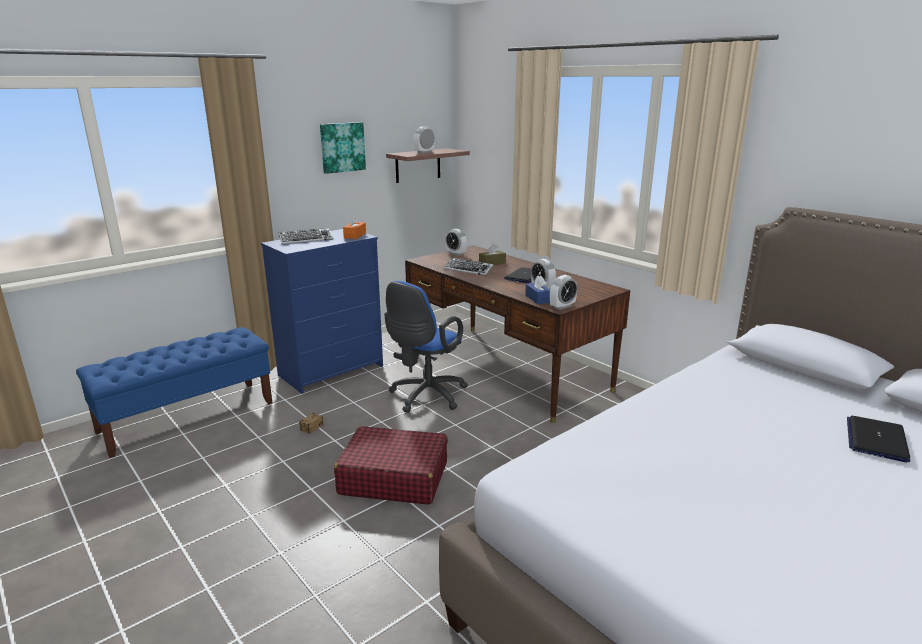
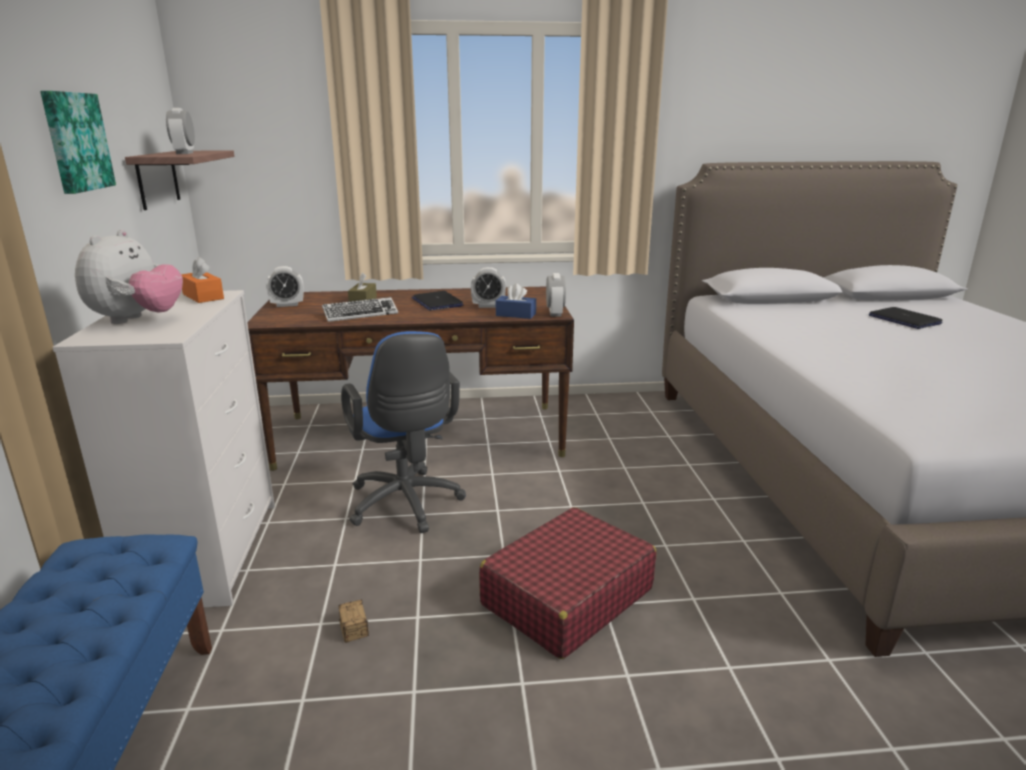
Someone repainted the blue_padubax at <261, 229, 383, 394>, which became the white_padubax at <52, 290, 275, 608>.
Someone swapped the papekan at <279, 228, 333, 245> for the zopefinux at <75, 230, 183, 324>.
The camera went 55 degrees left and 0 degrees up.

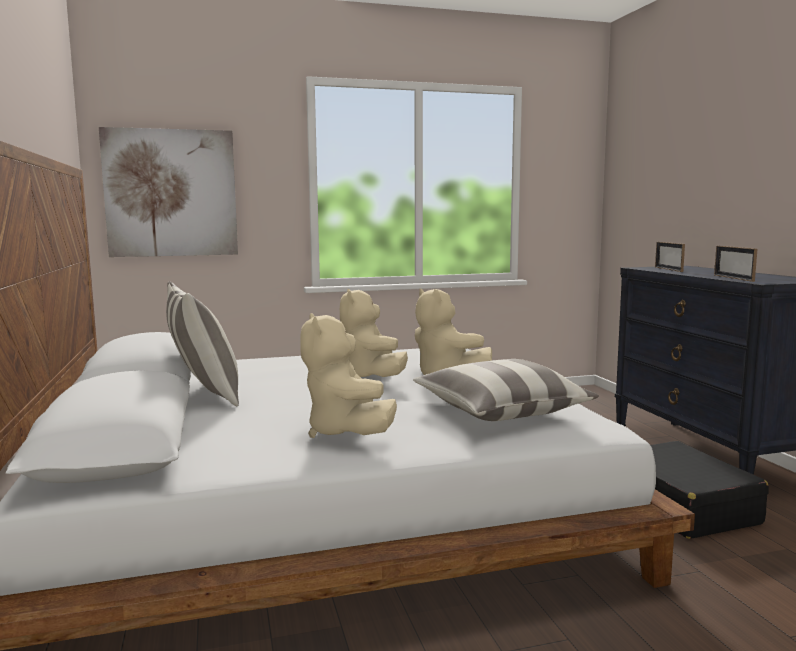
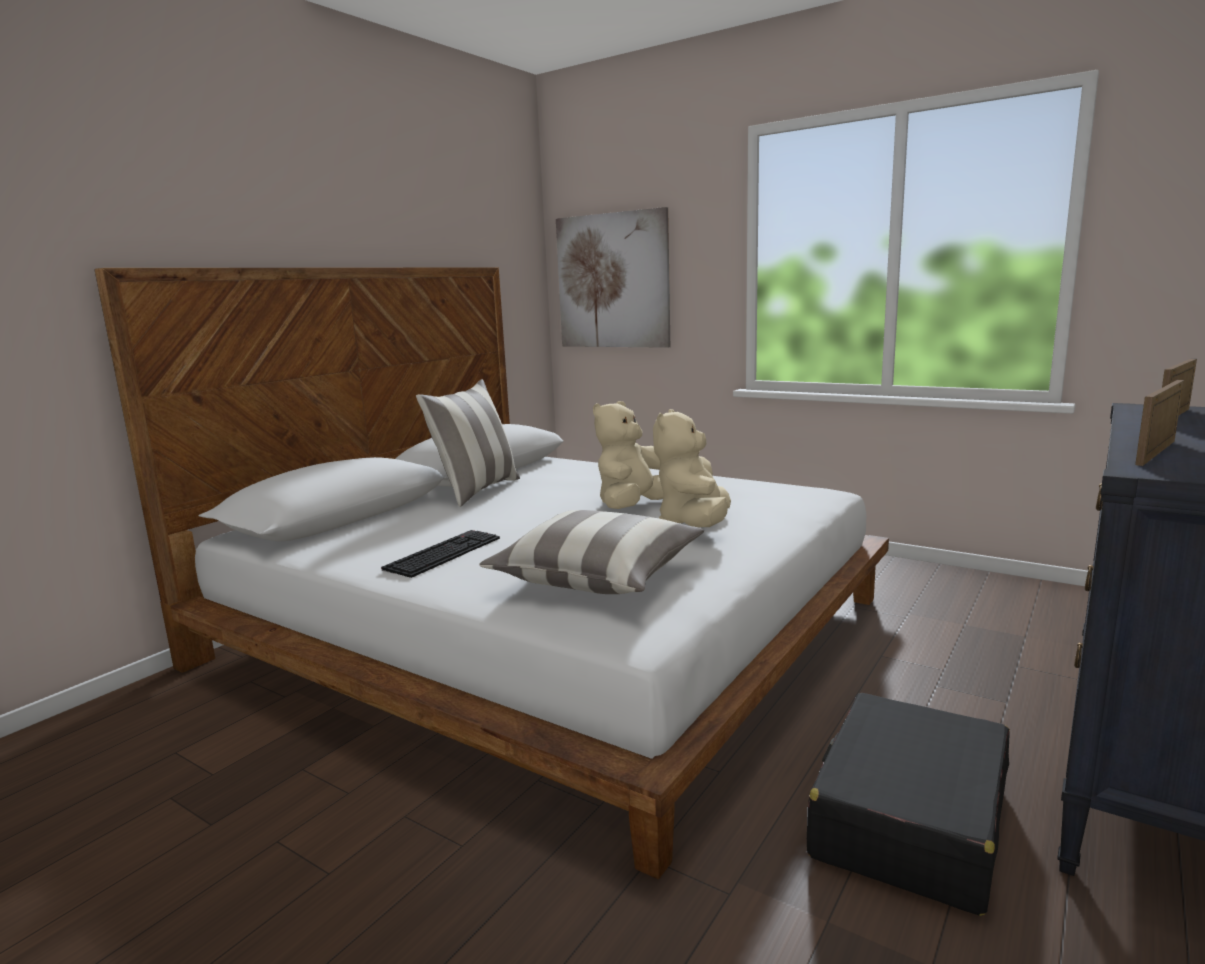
Someone swapped the beige_zopefinux at <300, 313, 397, 438> for the papekan at <381, 530, 500, 578>.
The camera went 50 degrees right and 5 degrees up.

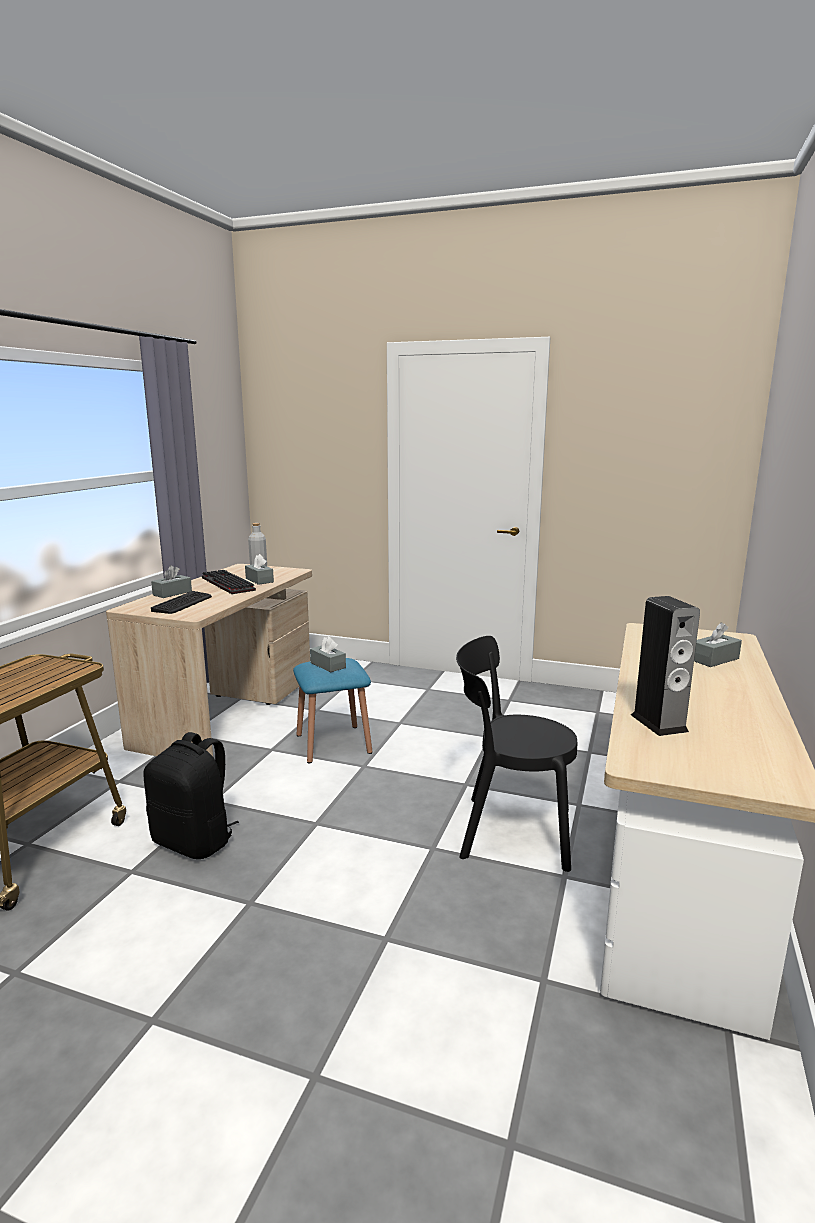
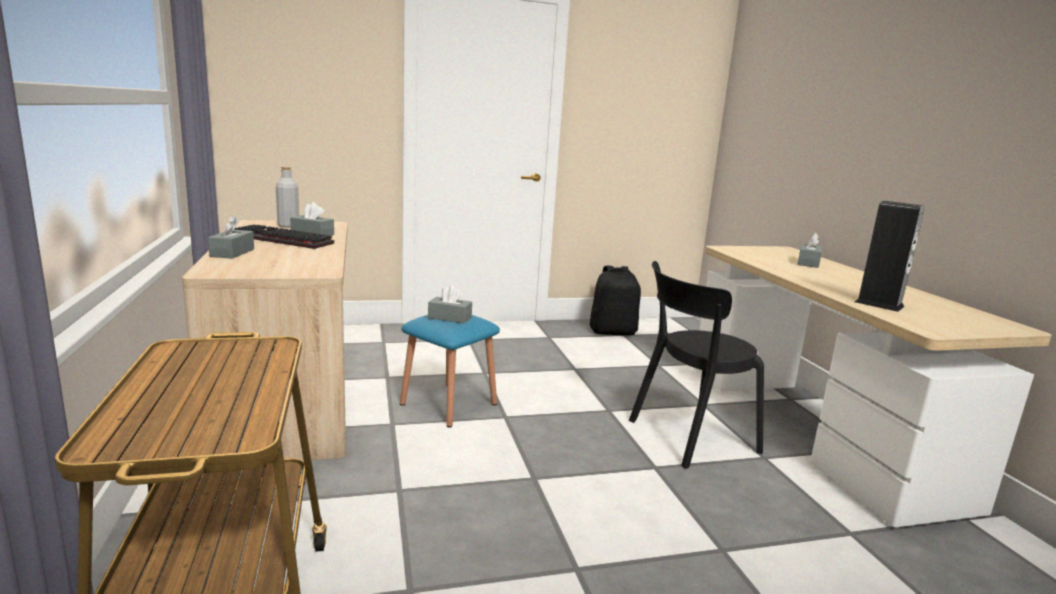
Someone carried the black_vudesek from <143, 732, 239, 859> to <590, 266, 641, 335>.
Someone took away the papekan at <151, 591, 212, 614>.
The camera went 35 degrees left and 0 degrees up.

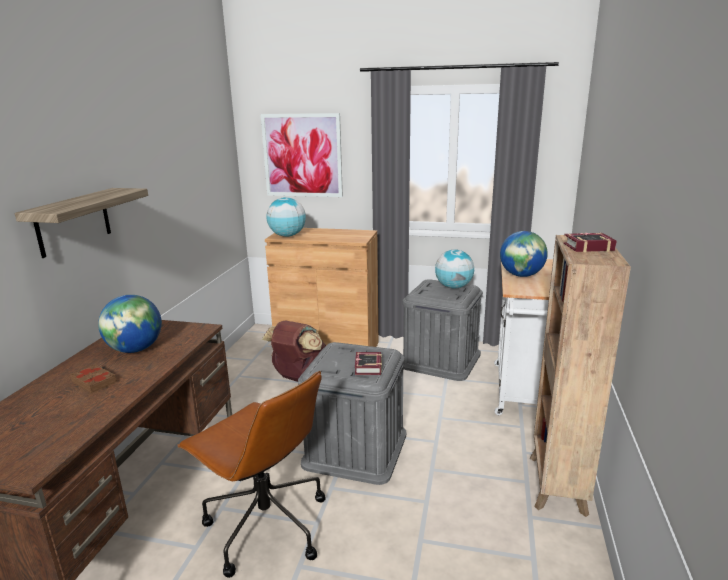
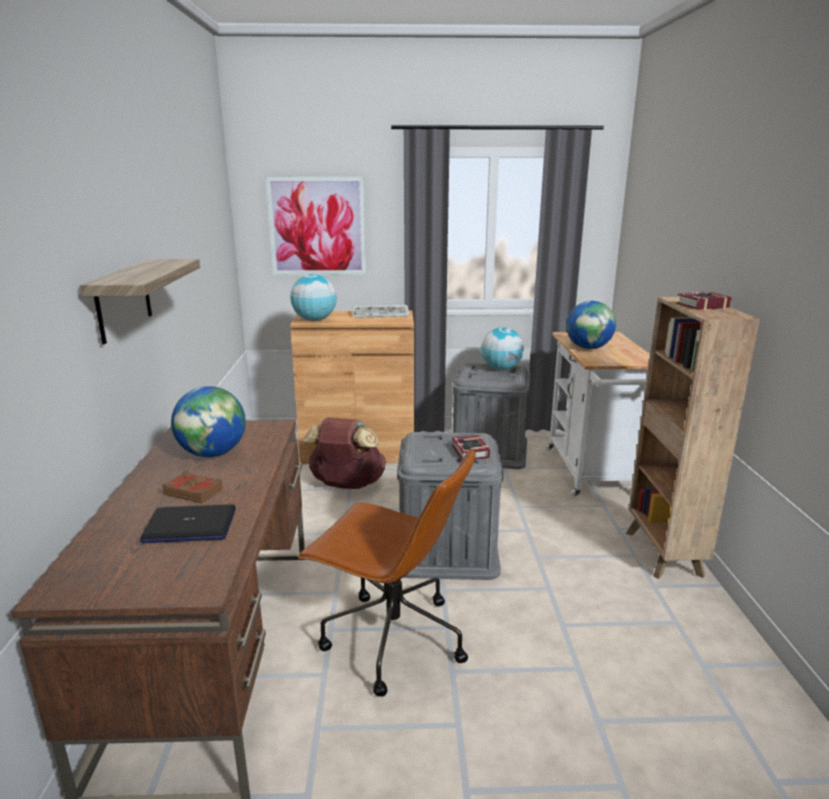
Someone put down the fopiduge at <140, 505, 236, 543>.
Someone put down the papekan at <353, 305, 409, 318>.
The camera went 15 degrees left and 0 degrees up.

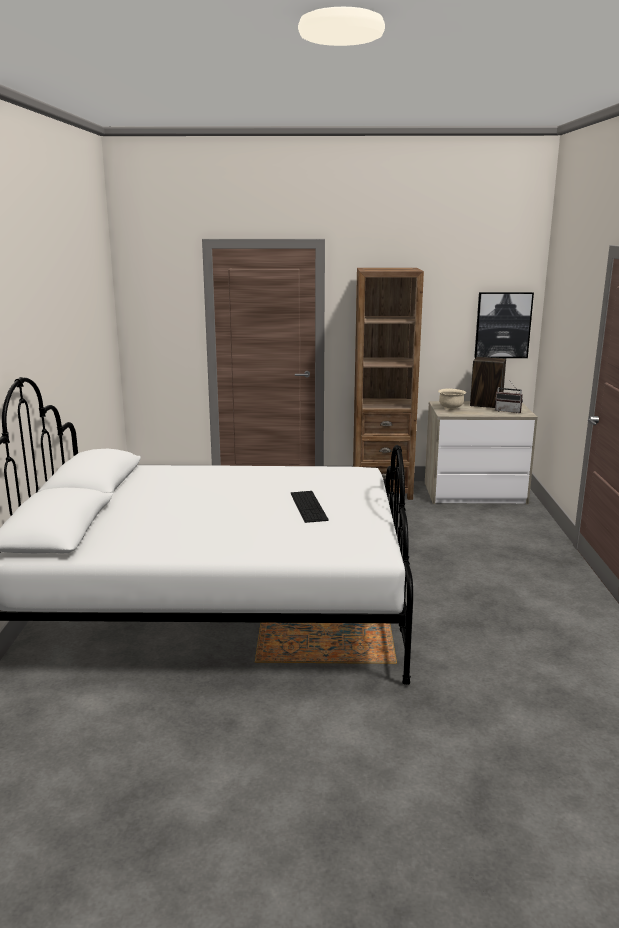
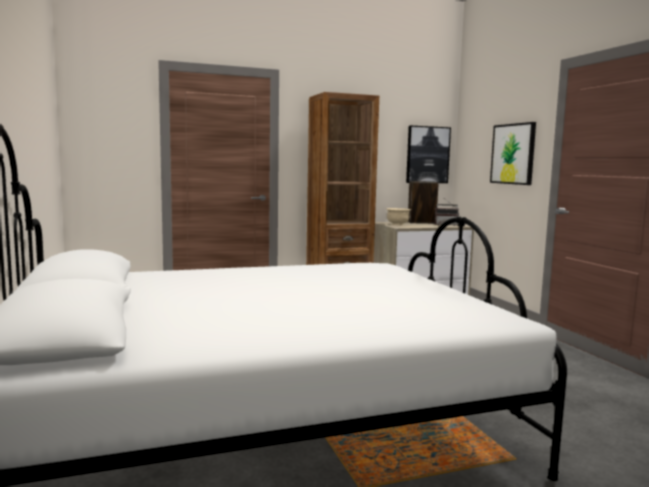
Someone put up the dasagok at <490, 122, 536, 185>.
Someone took away the papekan at <291, 491, 329, 523>.
The camera went 20 degrees left and 10 degrees down.

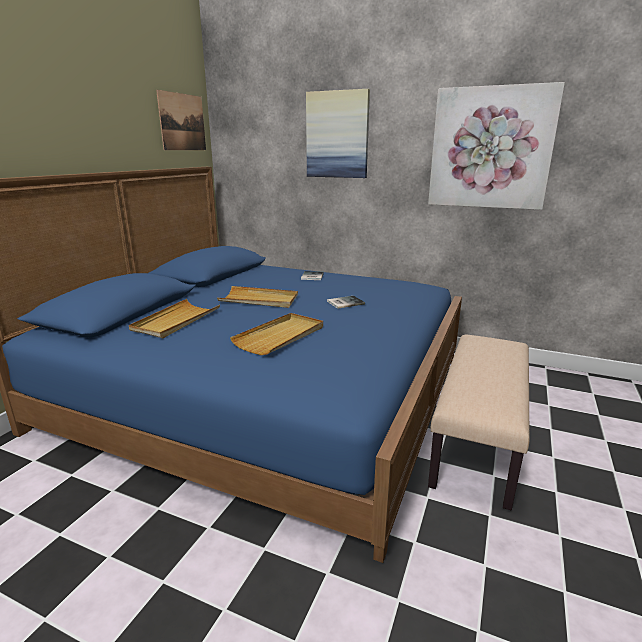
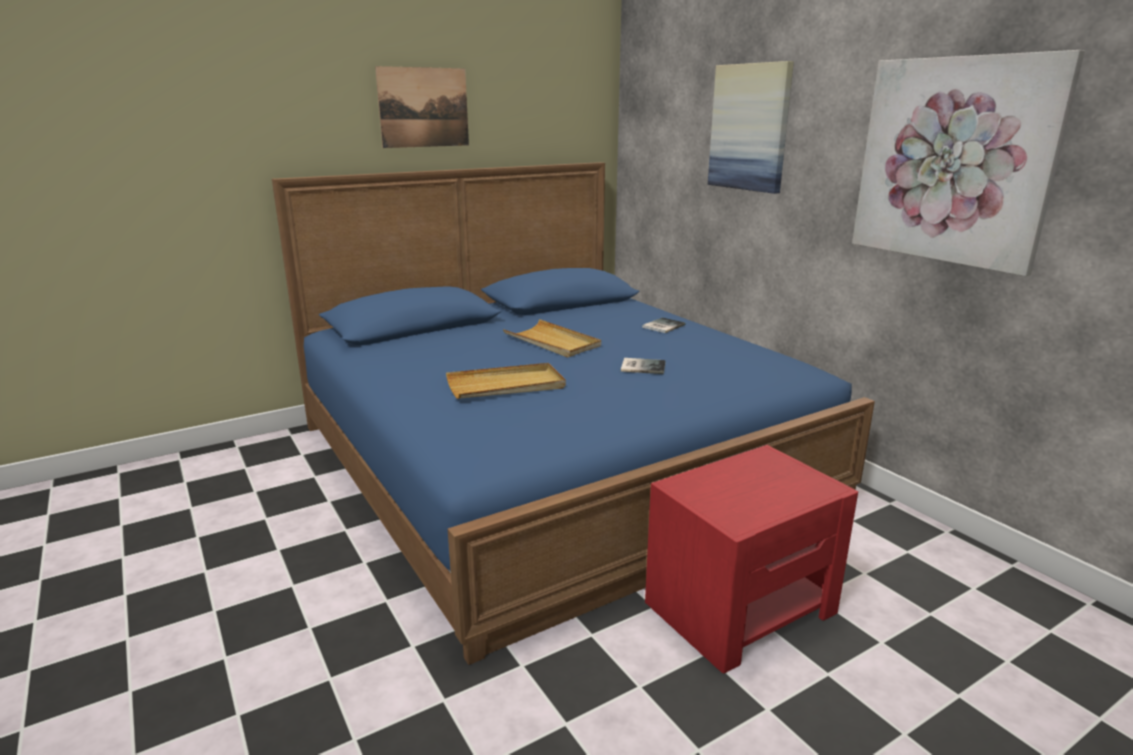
Someone carried the dasagok from <156, 90, 206, 150> to <375, 66, 469, 148>.
Someone swapped the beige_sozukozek at <428, 335, 530, 510> for the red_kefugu at <645, 445, 858, 673>.
Someone took away the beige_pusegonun at <129, 299, 220, 338>.
The camera went 35 degrees right and 0 degrees up.

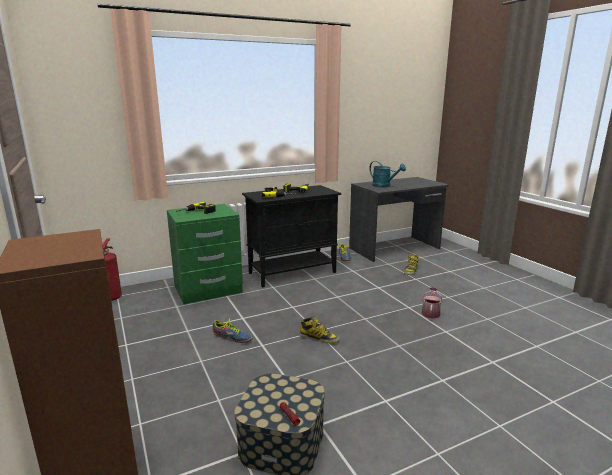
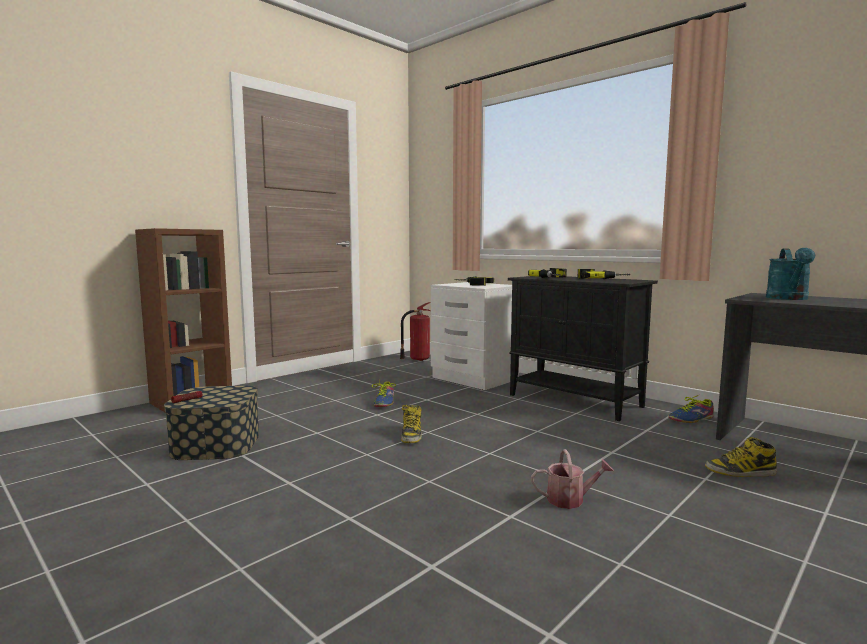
Someone repainted the green_kefugu at <167, 204, 243, 304>, which became the white_kefugu at <431, 282, 519, 390>.
The camera went 70 degrees right and 10 degrees down.

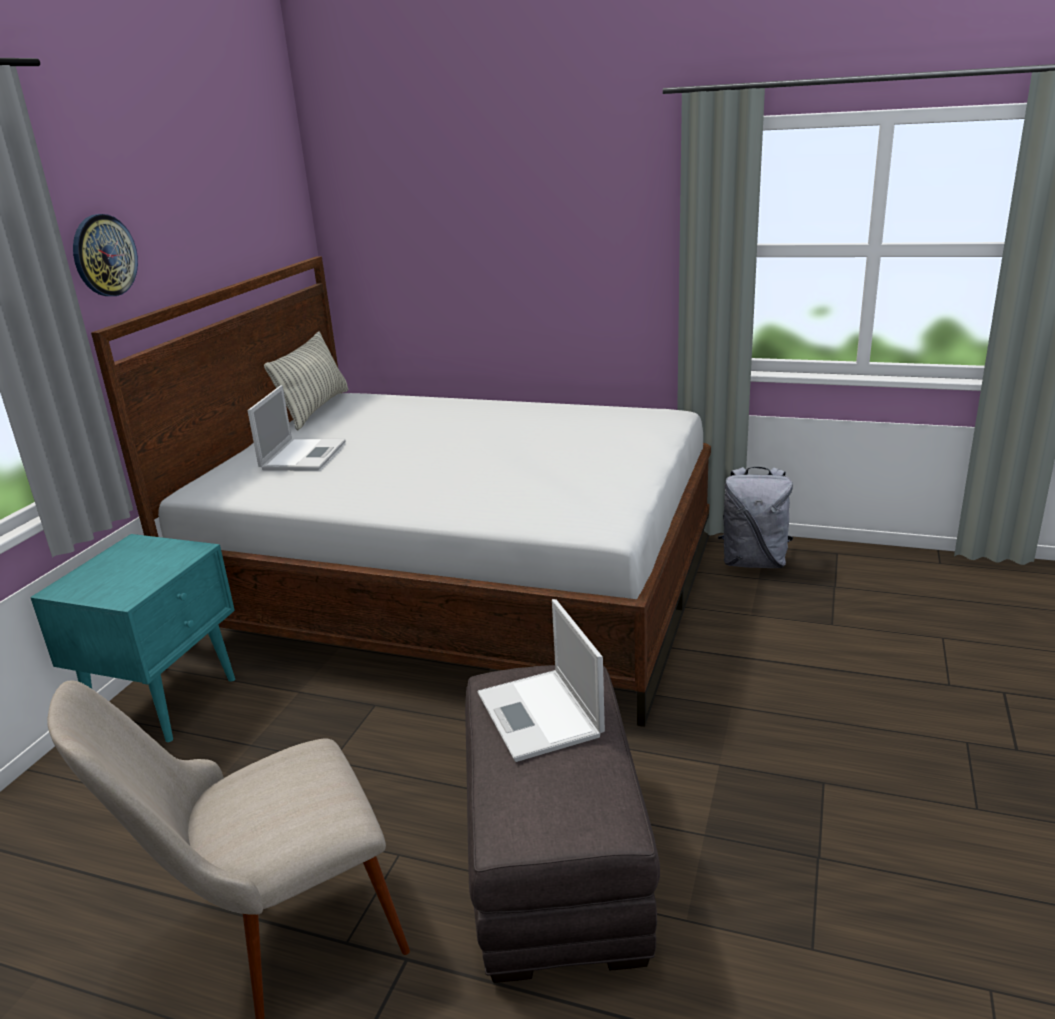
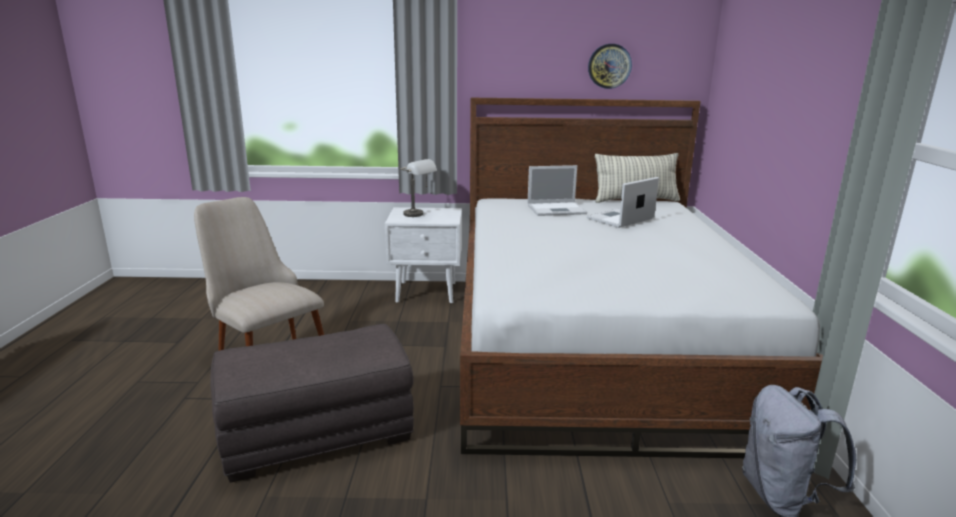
Someone repainted the turquoise_kefugu at <30, 534, 235, 742>, which became the white_kefugu at <385, 207, 462, 303>.
Someone put down the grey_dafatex at <400, 159, 437, 217>.
Someone carried the fopiduge from <477, 599, 605, 762> to <587, 177, 659, 228>.
Someone carried the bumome from <73, 214, 138, 296> to <588, 44, 632, 89>.
The camera went 70 degrees right and 5 degrees down.

